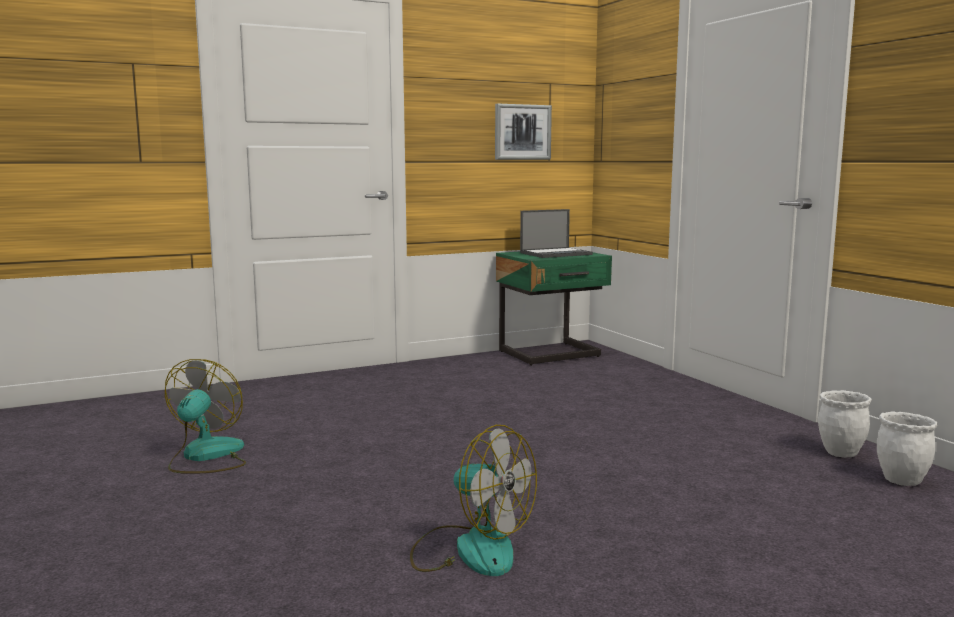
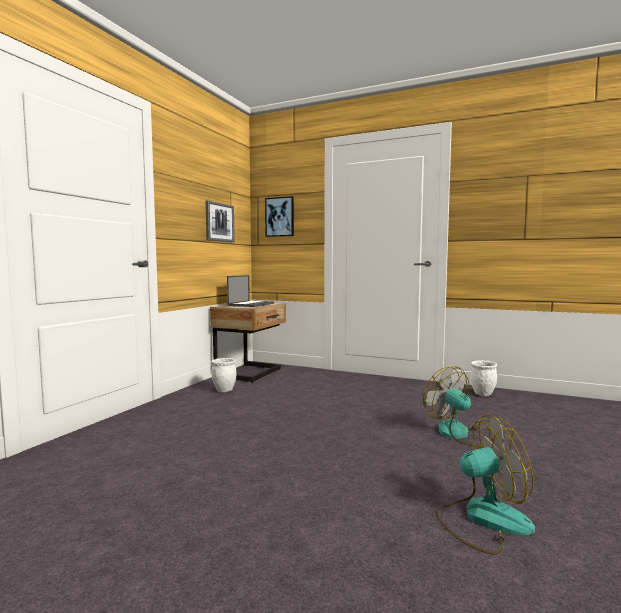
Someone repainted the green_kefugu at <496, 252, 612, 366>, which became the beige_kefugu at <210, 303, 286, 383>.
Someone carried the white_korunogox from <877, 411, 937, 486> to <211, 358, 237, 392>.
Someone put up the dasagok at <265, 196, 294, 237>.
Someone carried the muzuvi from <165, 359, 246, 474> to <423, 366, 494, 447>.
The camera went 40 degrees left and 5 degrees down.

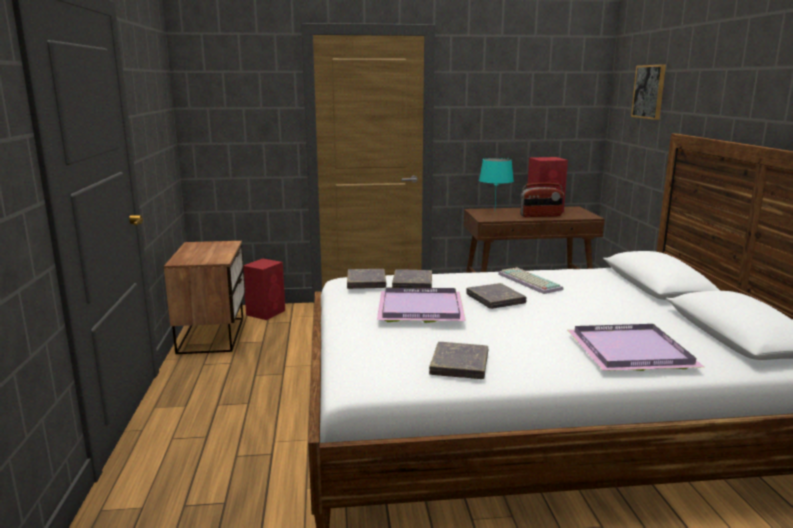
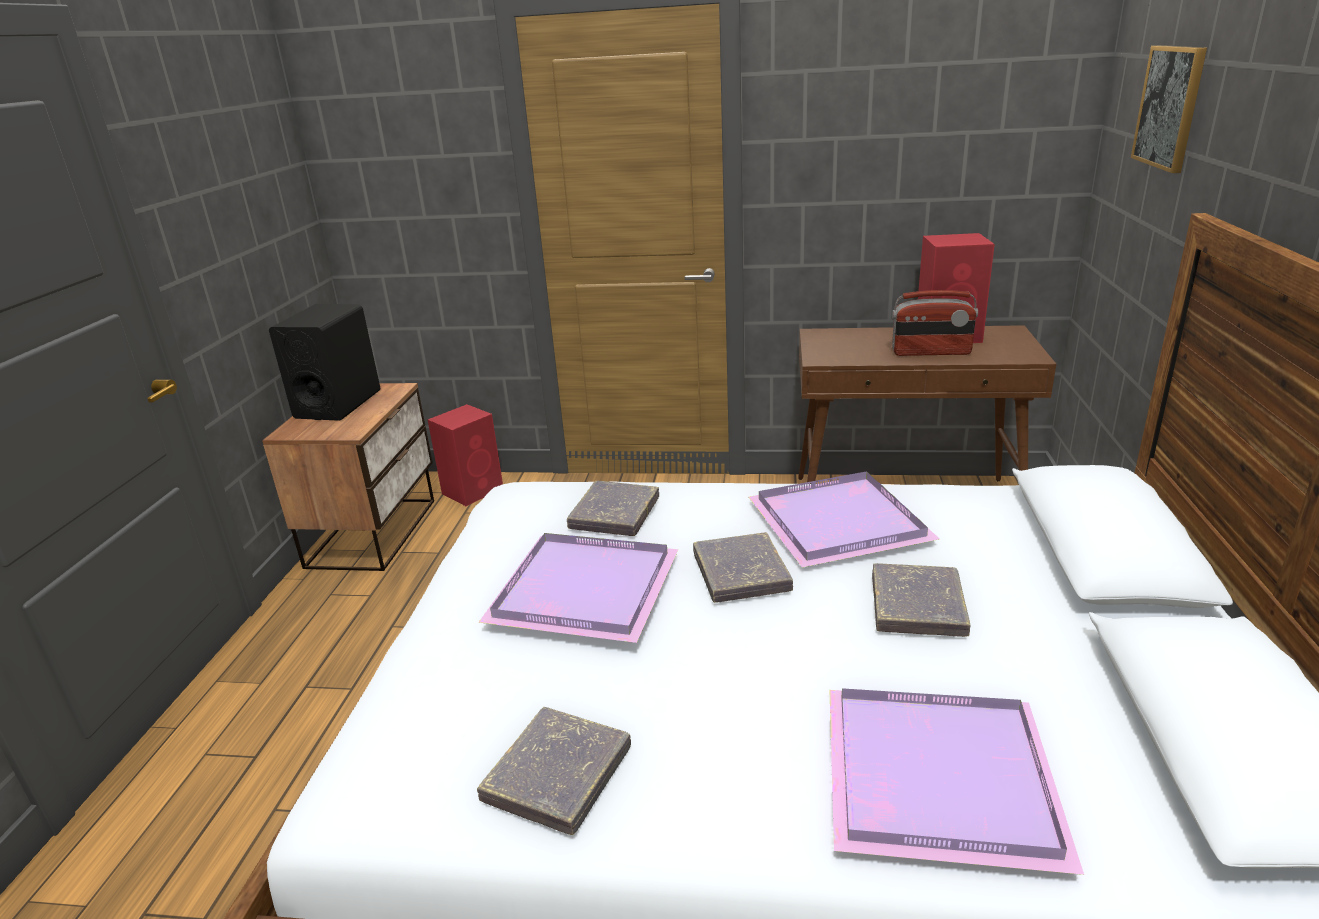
Someone put down the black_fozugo at <269, 304, 381, 421>.
Someone swapped the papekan at <498, 267, 564, 294> for the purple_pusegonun at <749, 471, 939, 567>.
Someone carried the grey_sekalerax from <347, 269, 386, 289> to <872, 563, 970, 637>.
Someone took away the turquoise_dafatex at <479, 158, 514, 203>.
The camera went 15 degrees right and 10 degrees up.

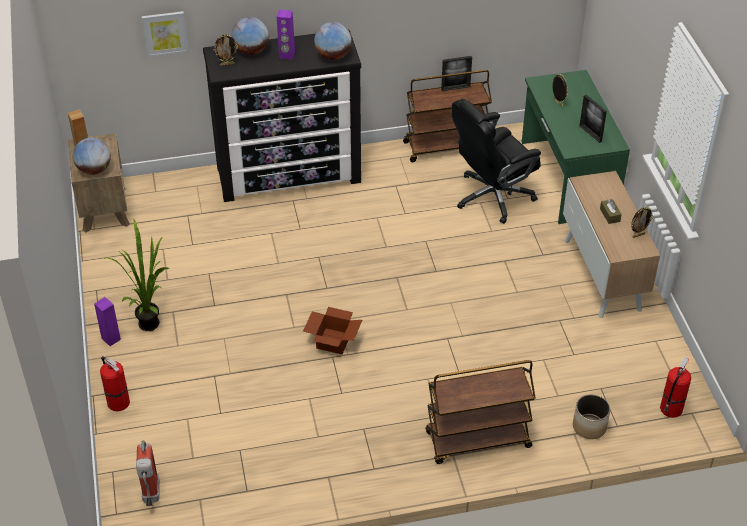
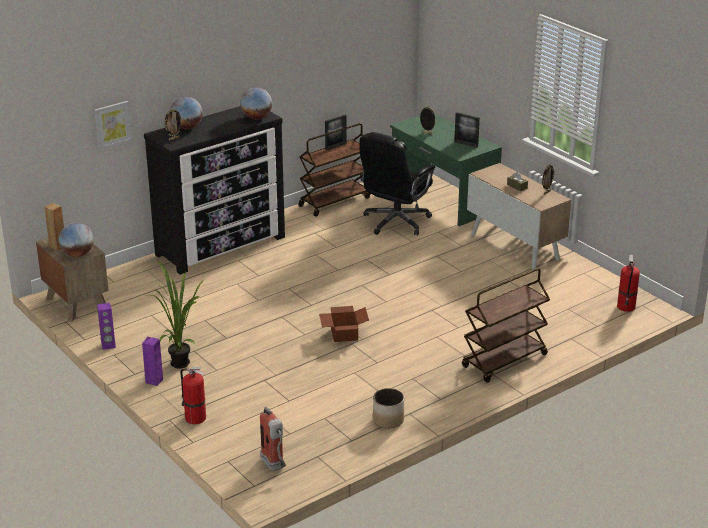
Someone carried the purple_fozugo from <277, 10, 295, 60> to <97, 303, 116, 350>.
Someone carried the korunogox from <573, 394, 610, 439> to <373, 388, 404, 428>.
The camera went 25 degrees left and 15 degrees down.

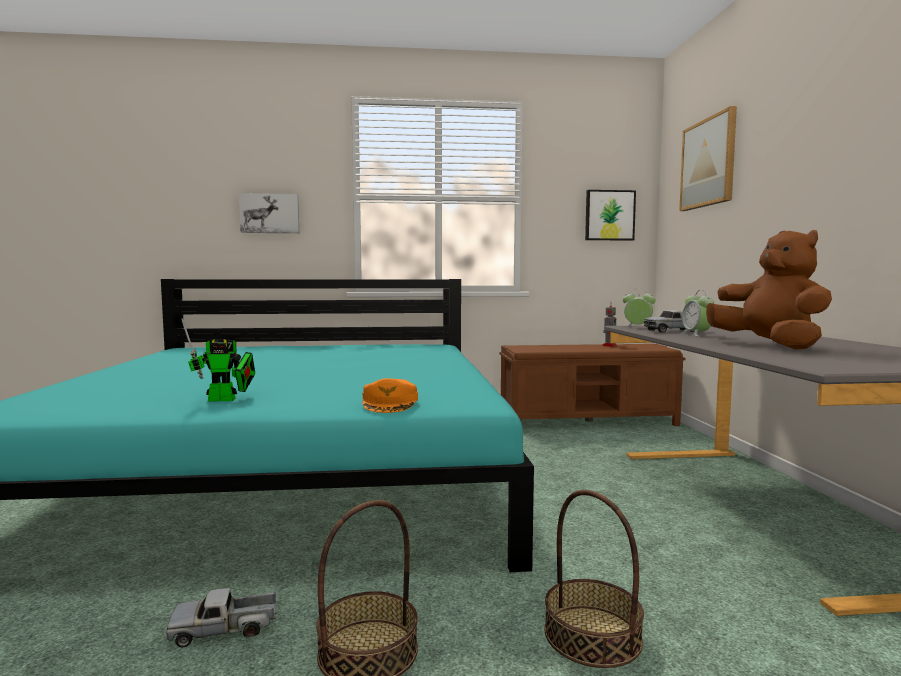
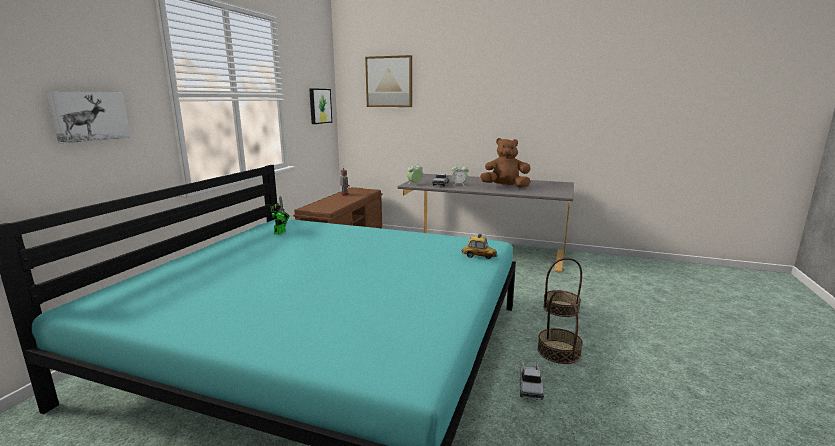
Someone carried the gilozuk from <181, 318, 255, 402> to <271, 196, 290, 235>.
Someone swapped the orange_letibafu at <363, 378, 418, 413> for the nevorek at <461, 234, 497, 259>.
The camera went 65 degrees left and 10 degrees up.

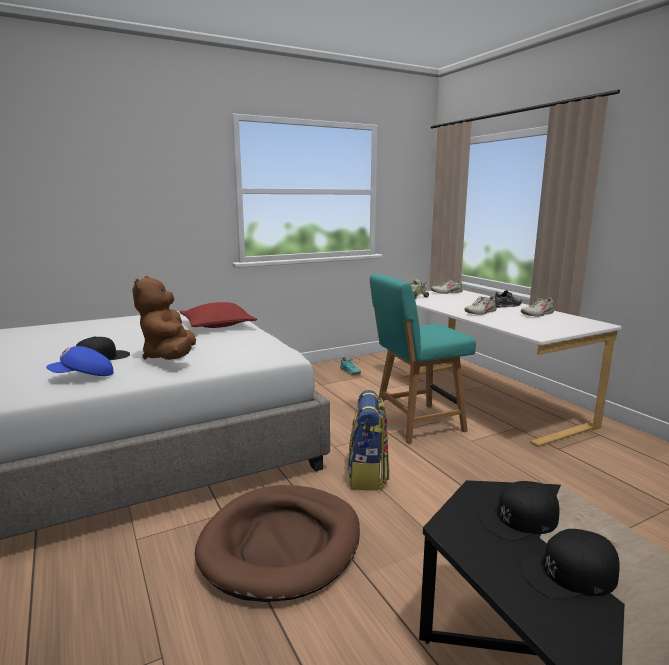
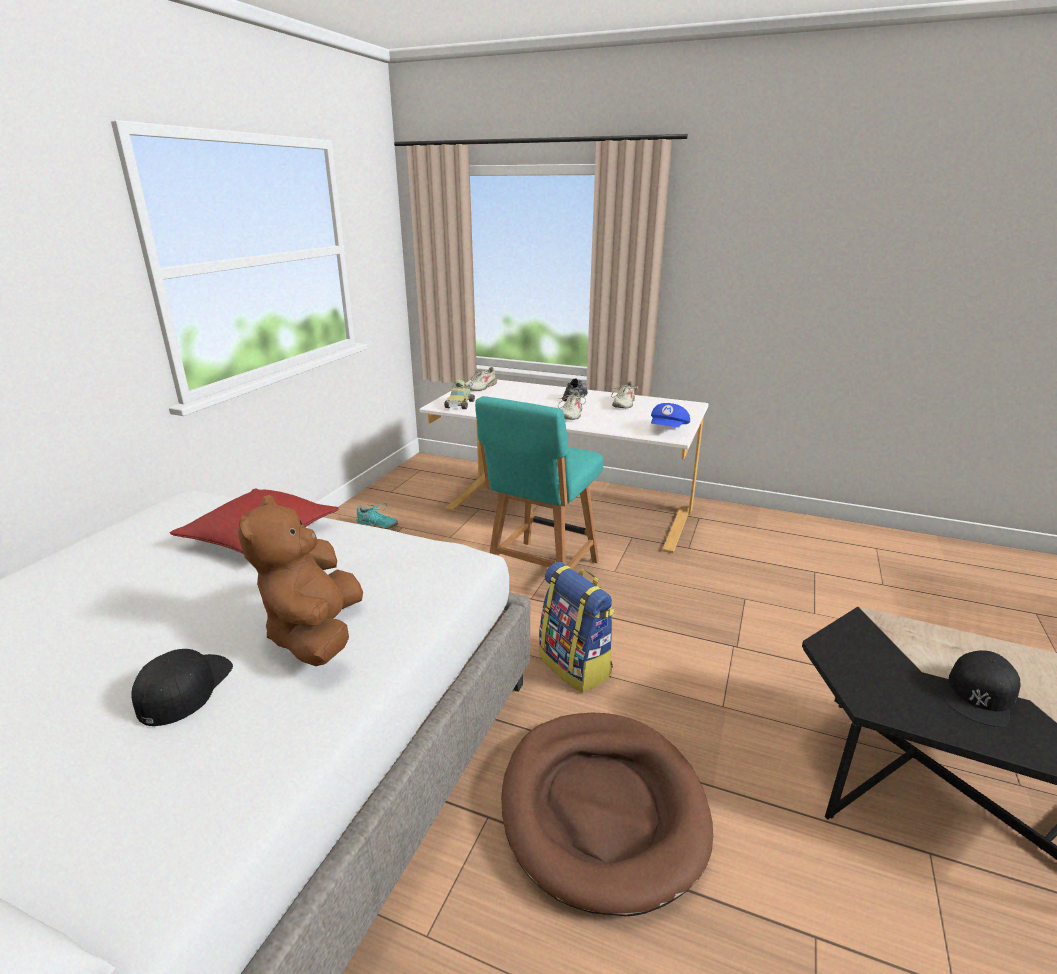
Someone rotated the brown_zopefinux at <132, 276, 196, 360> by 45 degrees clockwise.
Someone carried the blue_letibafu from <46, 346, 114, 376> to <651, 403, 690, 427>.
Someone took away the black_letibafu at <479, 481, 559, 541>.
The camera went 40 degrees left and 10 degrees up.

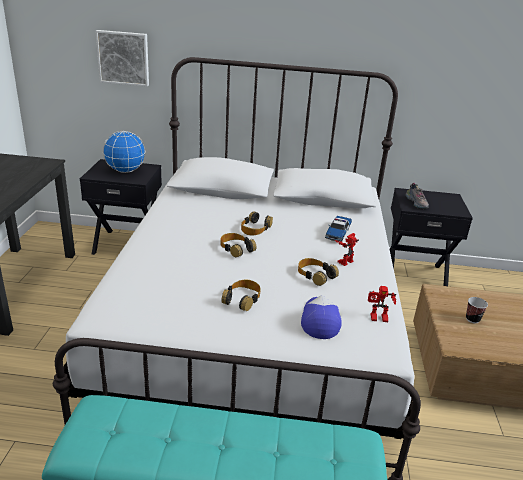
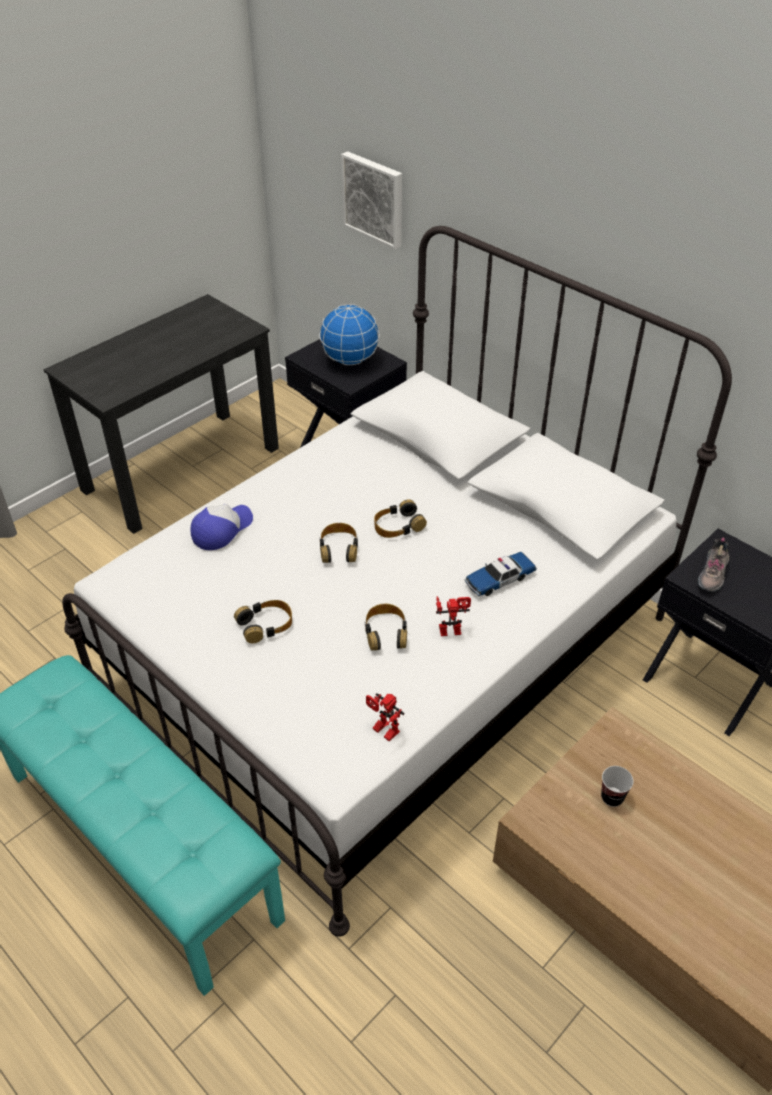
Someone carried the letibafu from <301, 295, 342, 339> to <190, 504, 253, 550>.
The camera went 40 degrees right and 15 degrees up.

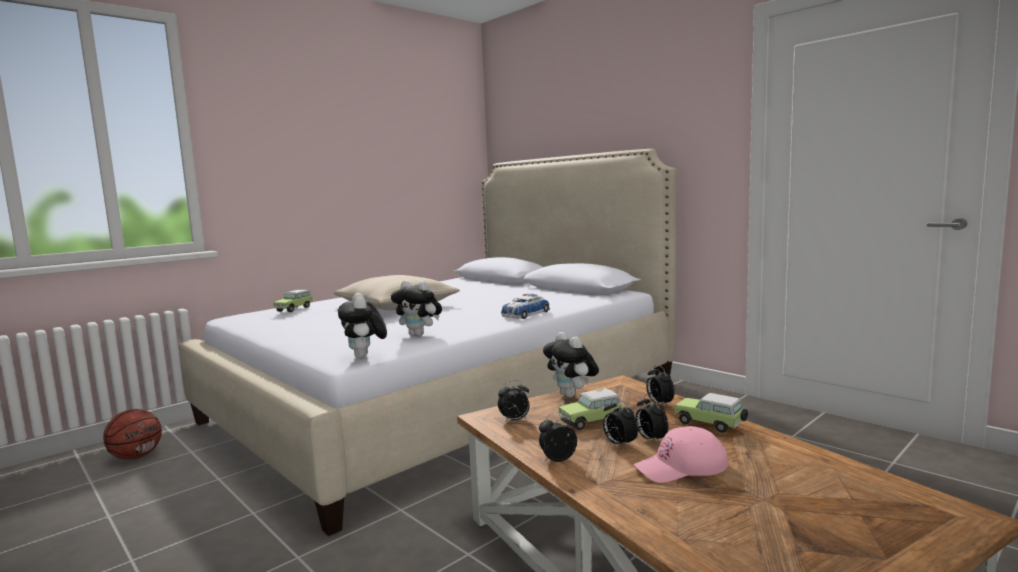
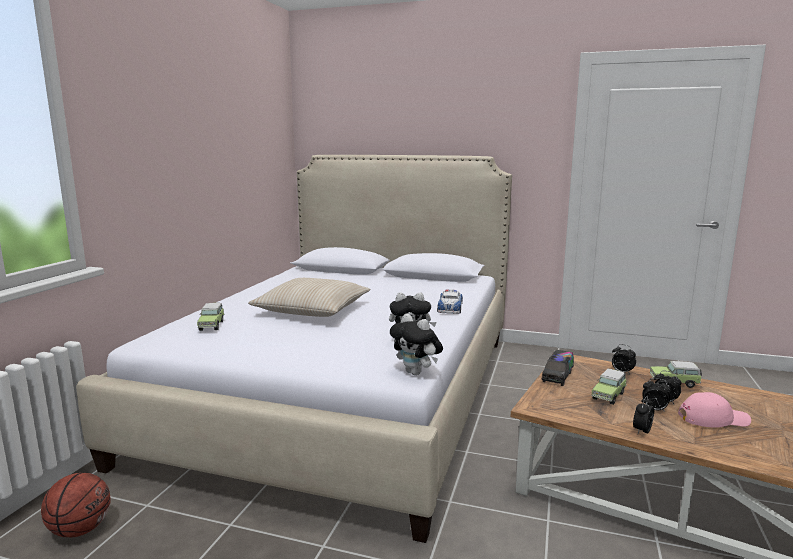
Someone swapped the zopefinux at <543, 332, 599, 397> for the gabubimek at <541, 350, 574, 386>.
Someone rotated the pink_letibafu at <633, 426, 729, 483> by 135 degrees counterclockwise.
Someone took away the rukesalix at <498, 380, 530, 423>.
The camera went 30 degrees left and 5 degrees up.

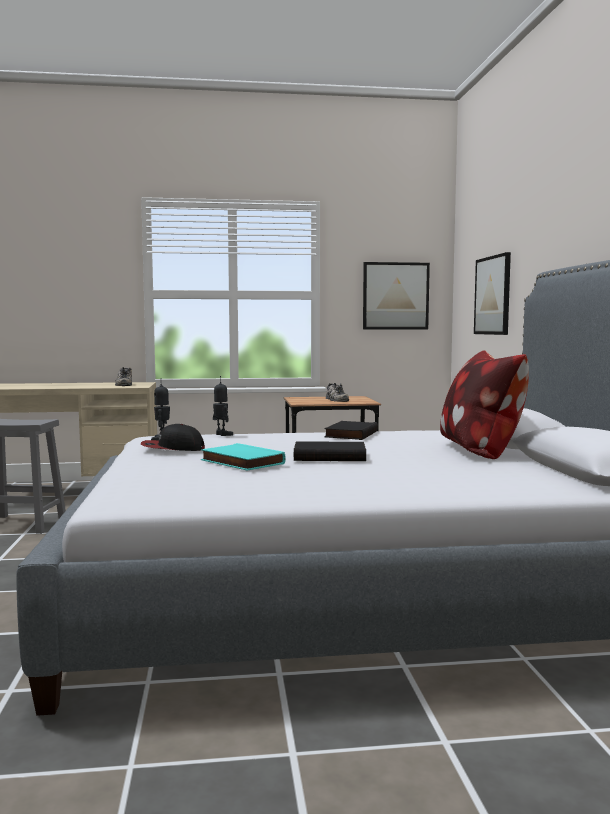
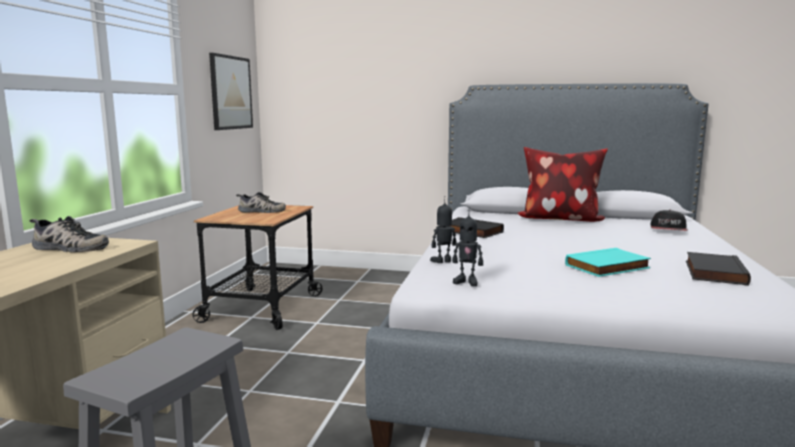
Someone carried the letibafu from <141, 424, 205, 451> to <651, 210, 688, 231>.
Someone carried the black_sekalerax from <294, 441, 366, 461> to <686, 252, 751, 286>.
Someone took away the dasagok at <474, 252, 511, 335>.
The camera went 70 degrees left and 5 degrees up.

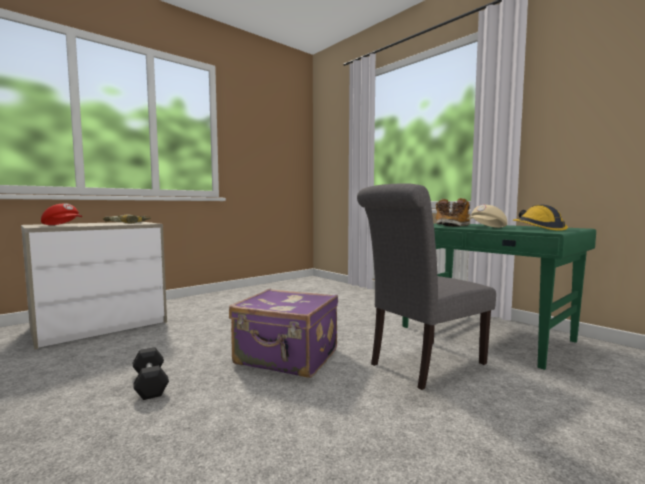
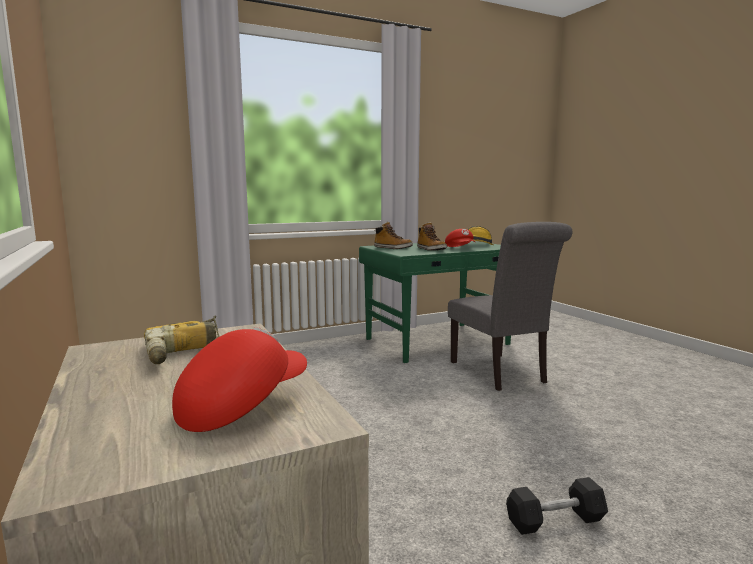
Someone repainted the beige_letibafu at <467, 205, 507, 228>, which became the red_letibafu at <445, 229, 475, 247>.
Someone took away the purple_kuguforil at <229, 289, 338, 378>.
The camera went 75 degrees left and 5 degrees up.

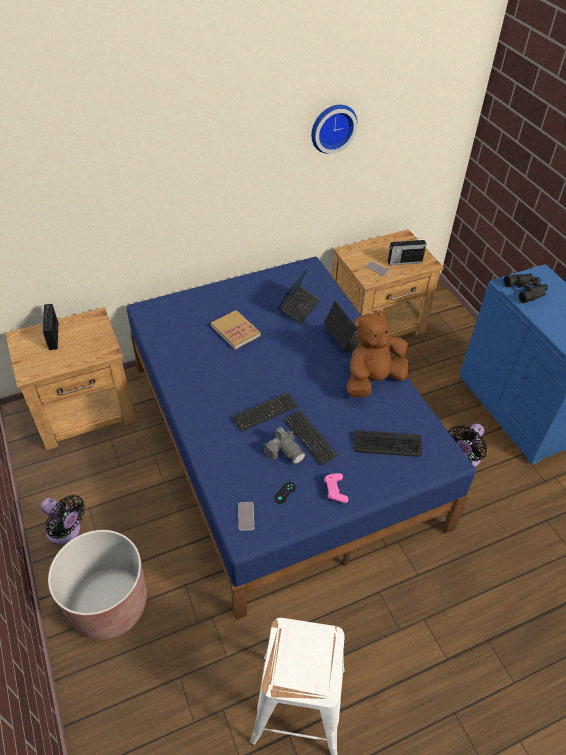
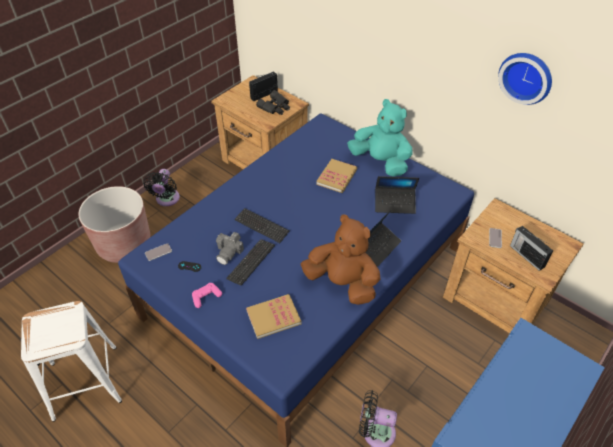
Someone swapped the papekan at <354, 430, 422, 457> for the sekalerax at <246, 294, 301, 339>.
Someone carried the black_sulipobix from <503, 274, 548, 303> to <256, 90, 290, 115>.
Someone put down the turquoise_zopefinux at <347, 99, 413, 176>.
The camera went 65 degrees right and 0 degrees up.

